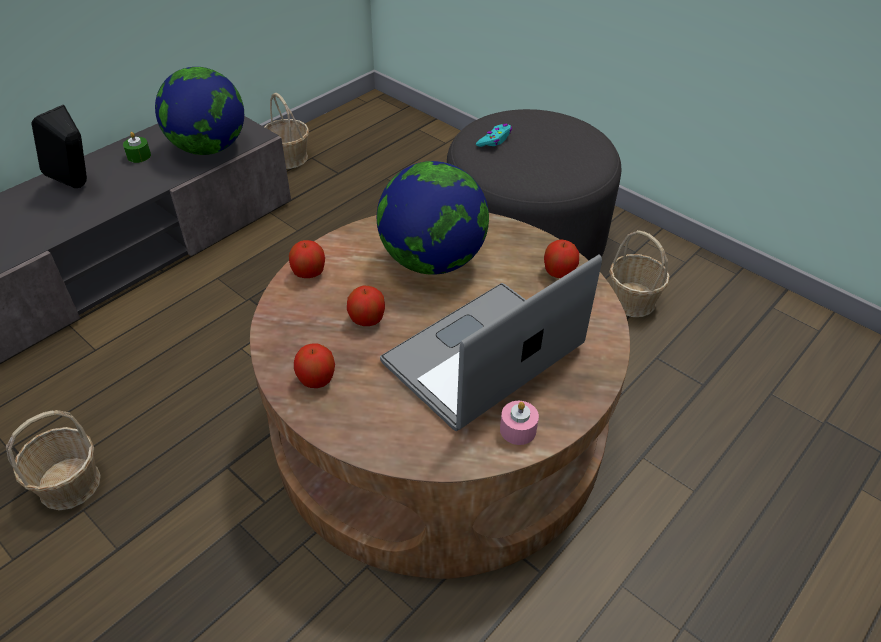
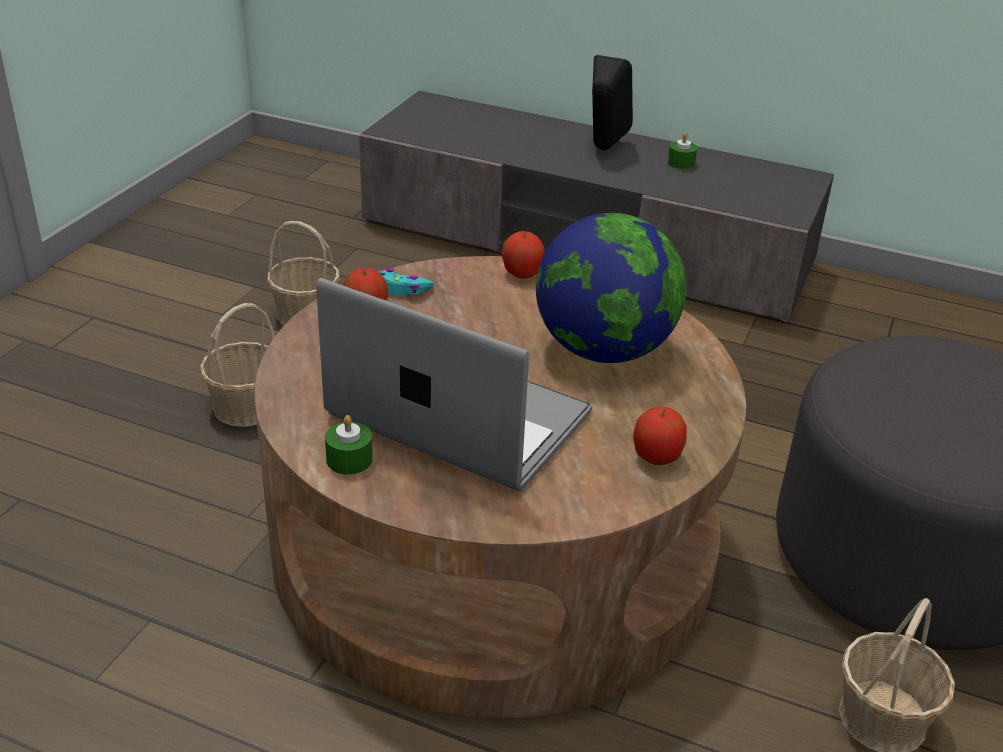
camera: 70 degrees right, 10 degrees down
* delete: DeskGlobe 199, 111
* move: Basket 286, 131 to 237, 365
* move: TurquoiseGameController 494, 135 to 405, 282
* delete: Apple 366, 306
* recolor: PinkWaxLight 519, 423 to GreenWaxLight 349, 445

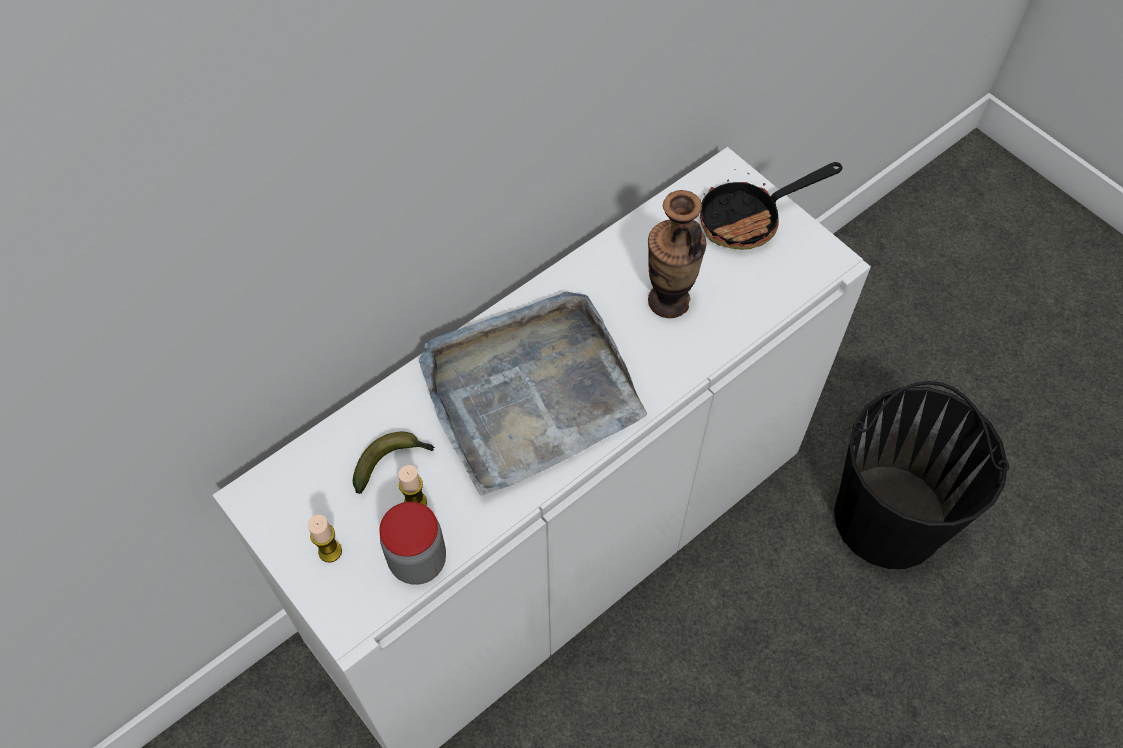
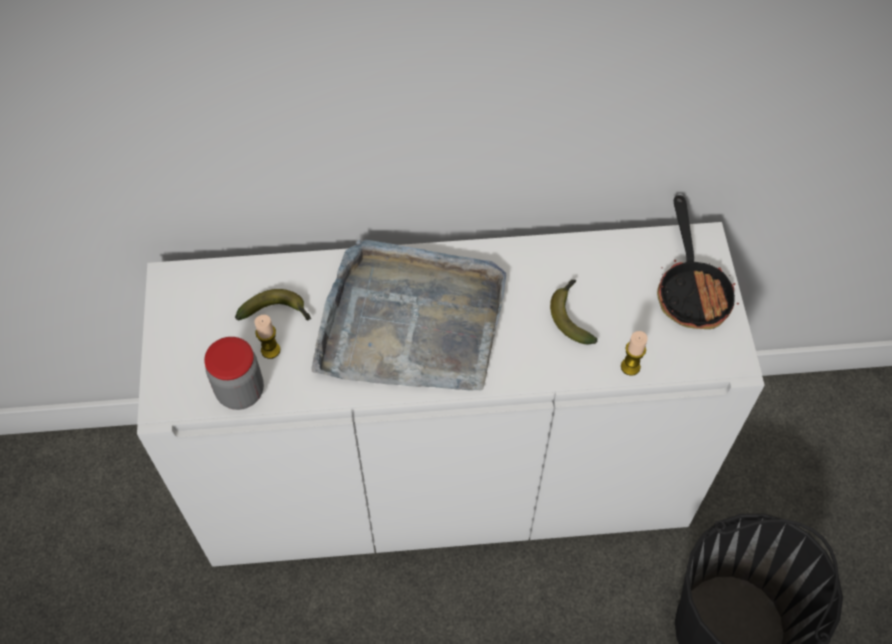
camera: 35 degrees right, 0 degrees up
* rotate: Skillet 771, 206 = 698, 262 105 degrees counterclockwise
* replace: FlowerVase 677, 254 to Banana 574, 312
* move: WaxLight 325, 538 to 634, 353

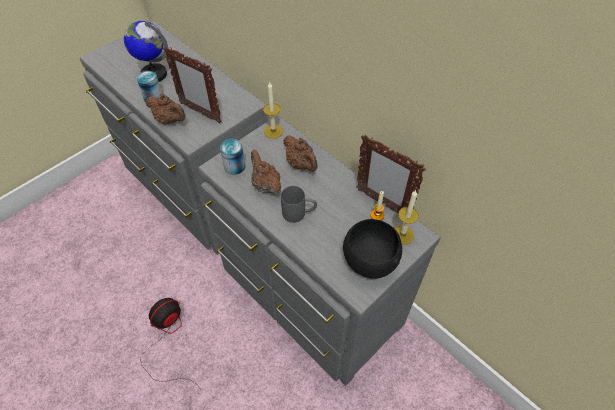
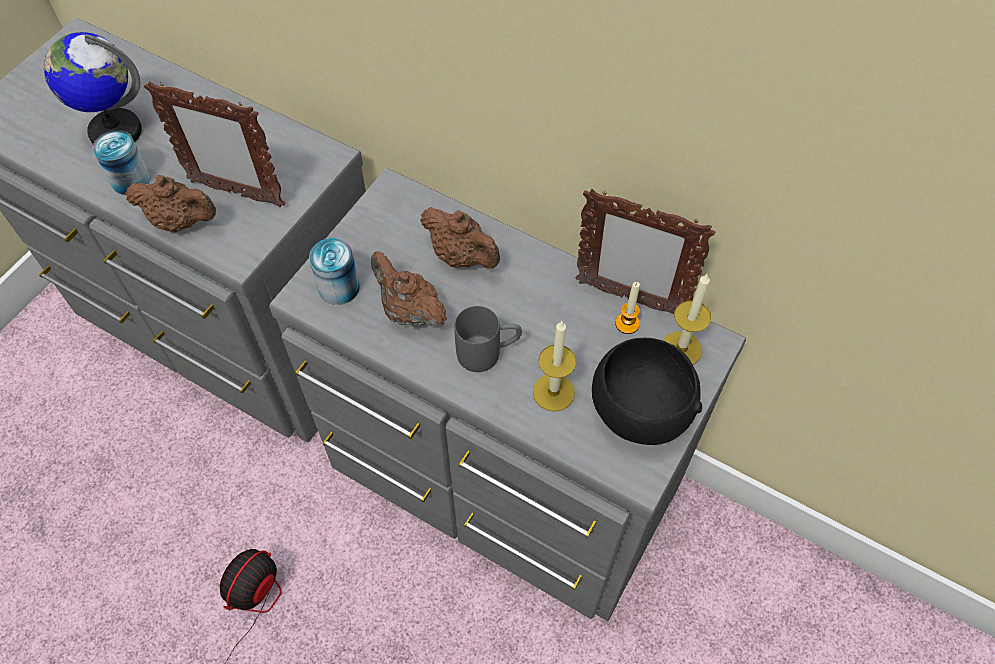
camera: 15 degrees left, 5 degrees up
* move: WaxLight 273, 110 to 554, 366

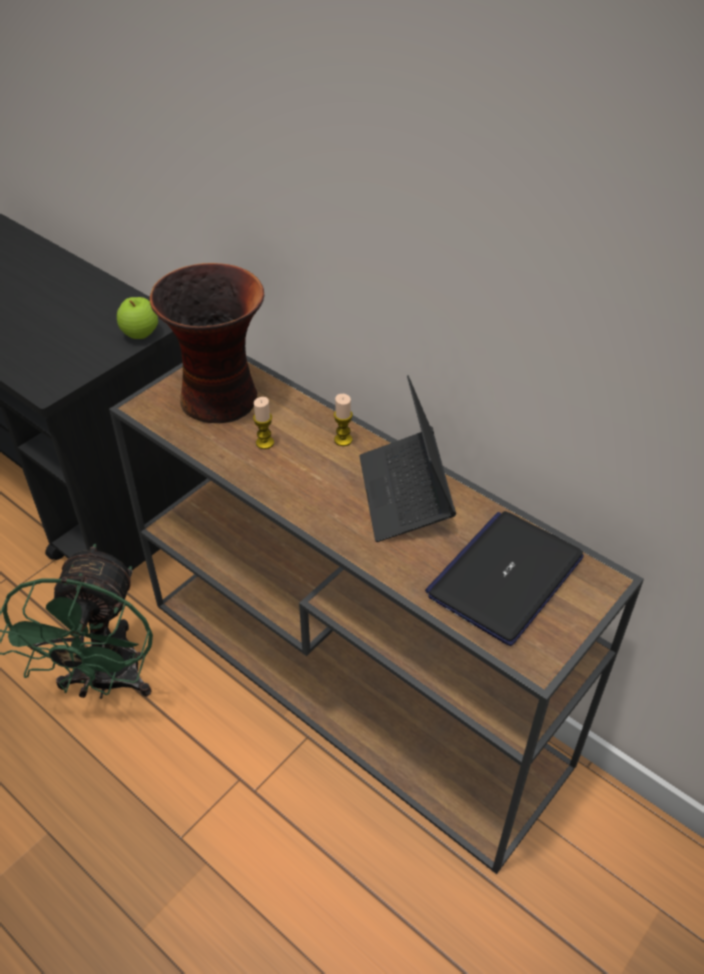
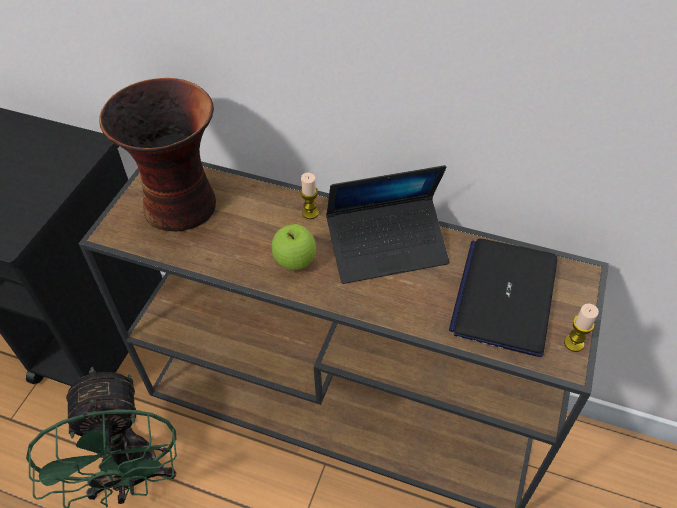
camera: 20 degrees left, 5 degrees up
* move: Apple 137, 318 to 294, 247
* rotate: PortableComputer 407, 458 = 387, 224 75 degrees counterclockwise
* move: WaxLight 263, 423 to 581, 328

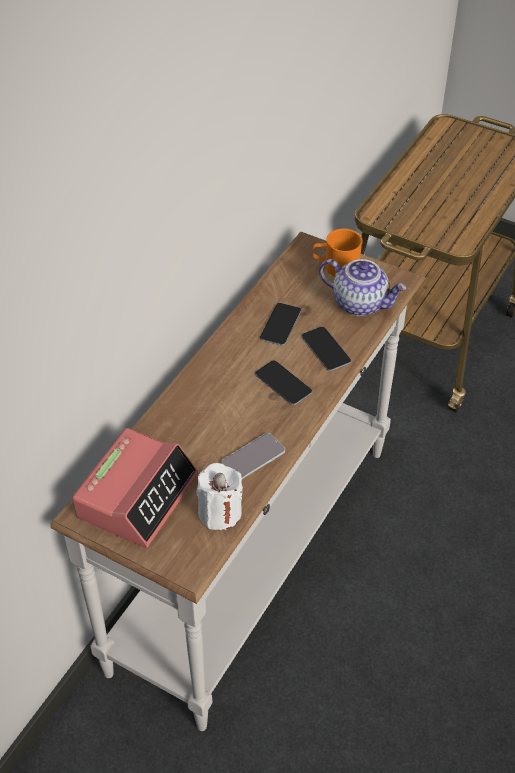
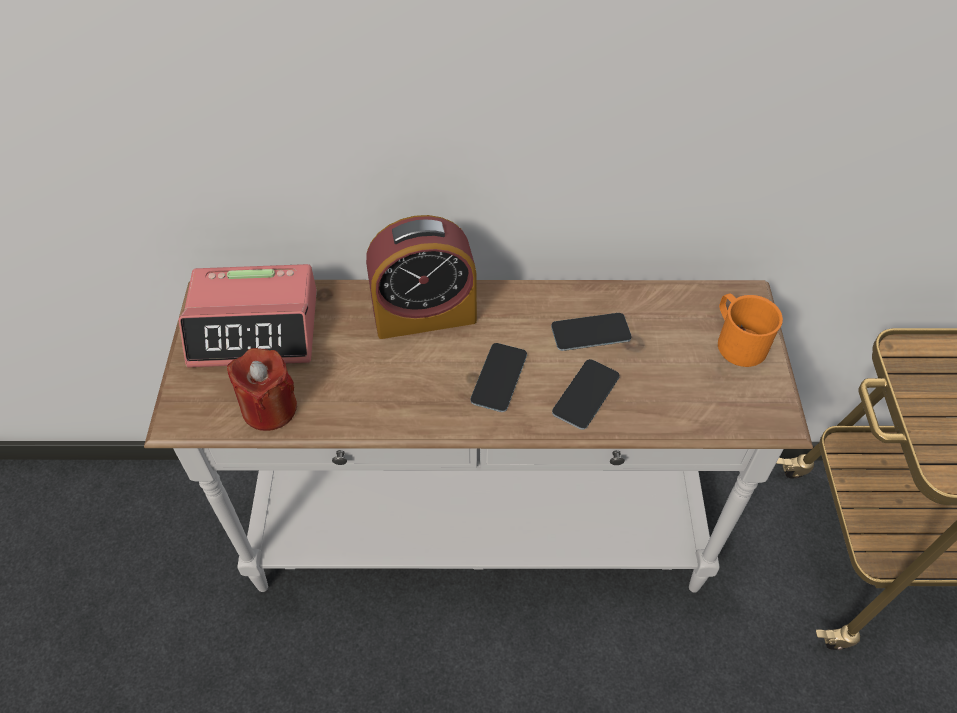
camera: 60 degrees right, 5 degrees up
* delete: TeaPot 363, 287
* delete: Telephone 253, 456
* recolor: WhiteColouredWaxLight 219, 496 to RedWaxLight 262, 389
* insert: AlarmClock 421, 277

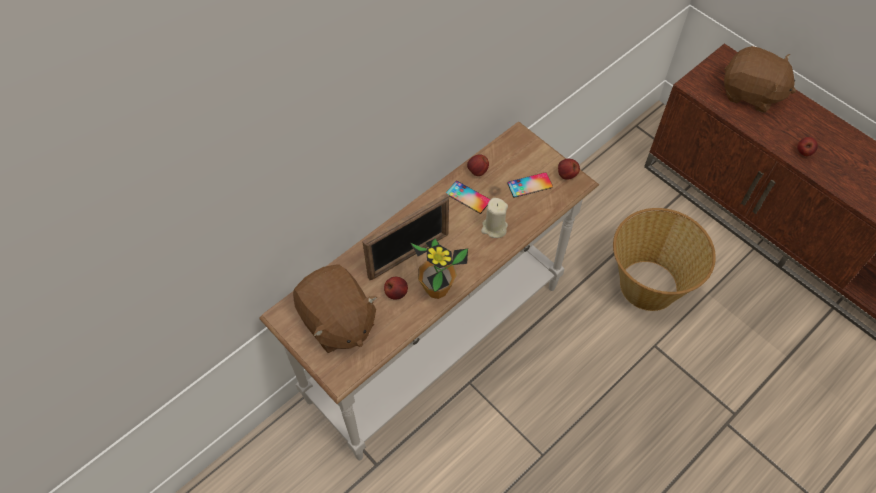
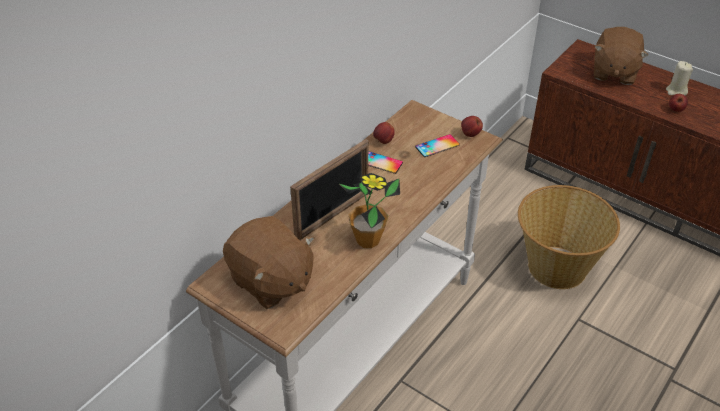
camera: 10 degrees left, 15 degrees down
* rotate: BrownColouredPlushToy 760, 79 = 621, 56 90 degrees clockwise
* move: BeigeColouredWaxLight 494, 218 to 679, 78
* delete: Apple 396, 288

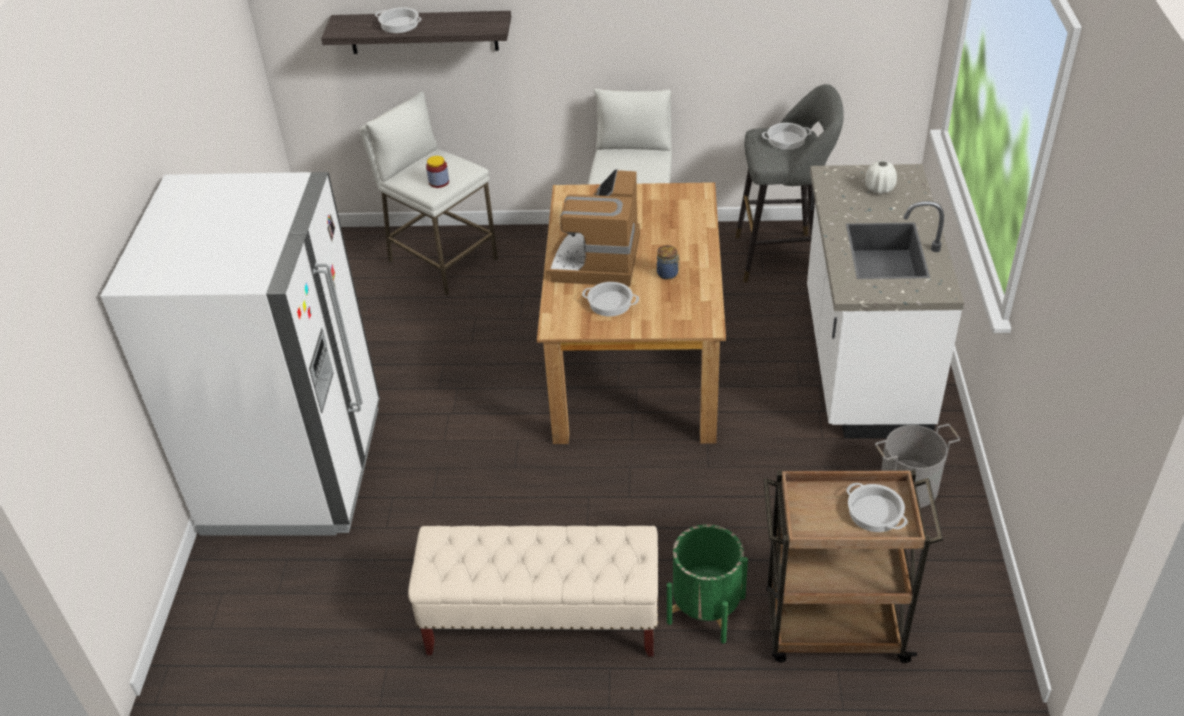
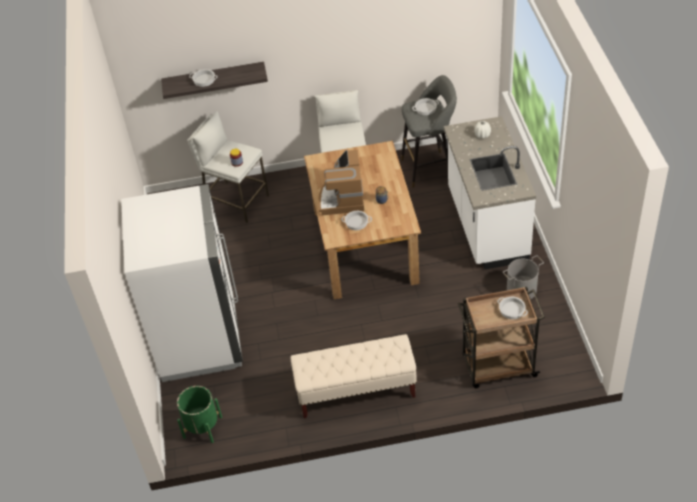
camera: 10 degrees left, 5 degrees up
* move: GreenFlowerPot 707, 584 to 199, 414

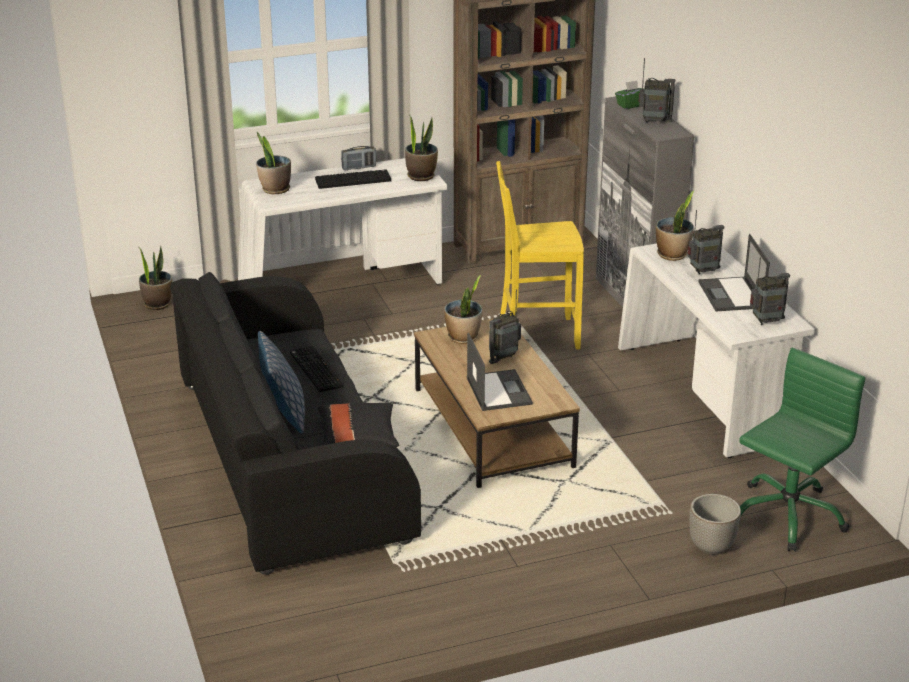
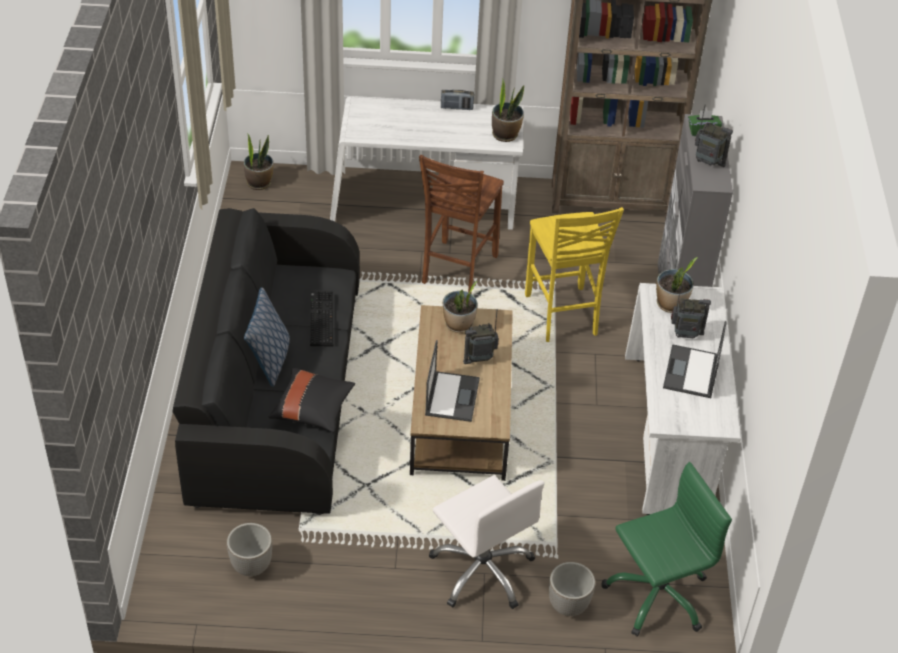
camera: 20 degrees right, 15 degrees up
* delete: Houseplant 273, 163
* rotate: YellowPlainChair 540, 255 = 574, 274 120 degrees counterclockwise
* delete: Keyboard 353, 179
* delete: RadioReceiver 770, 291
* insert: BrownColouredPlainChair 461, 224
* insert: WhiteColouredComputerChair 487, 542
* insert: FlowerPot 249, 549

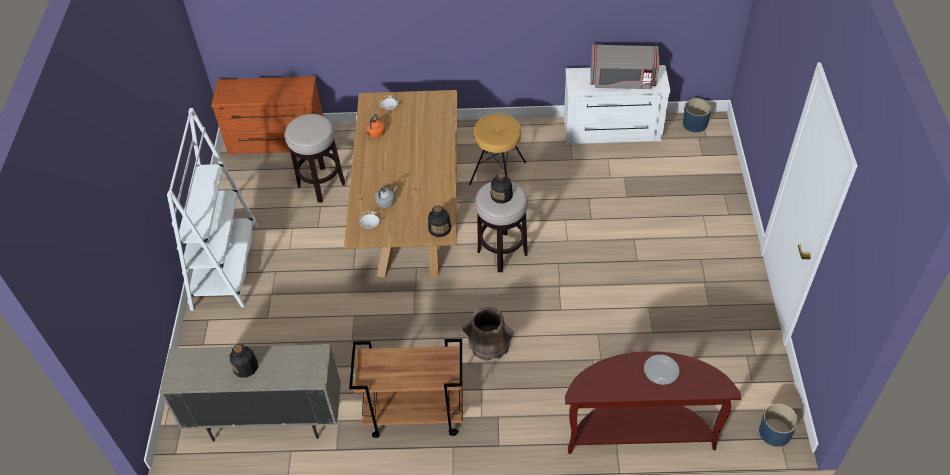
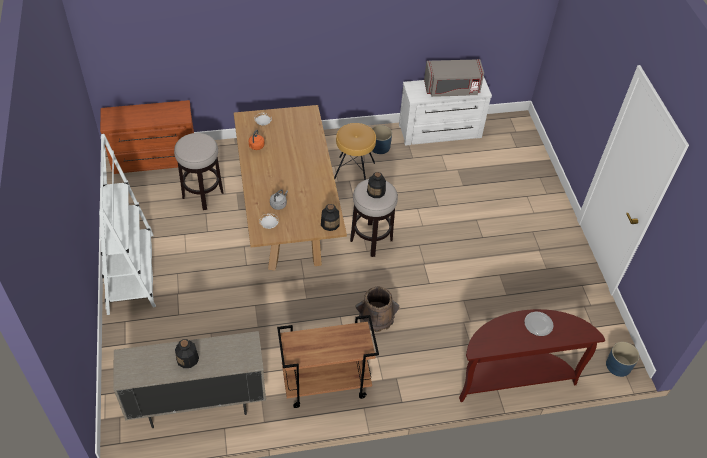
camera: 15 degrees left, 0 degrees up
* move: BluishFlowerPot 697, 115 to 382, 139

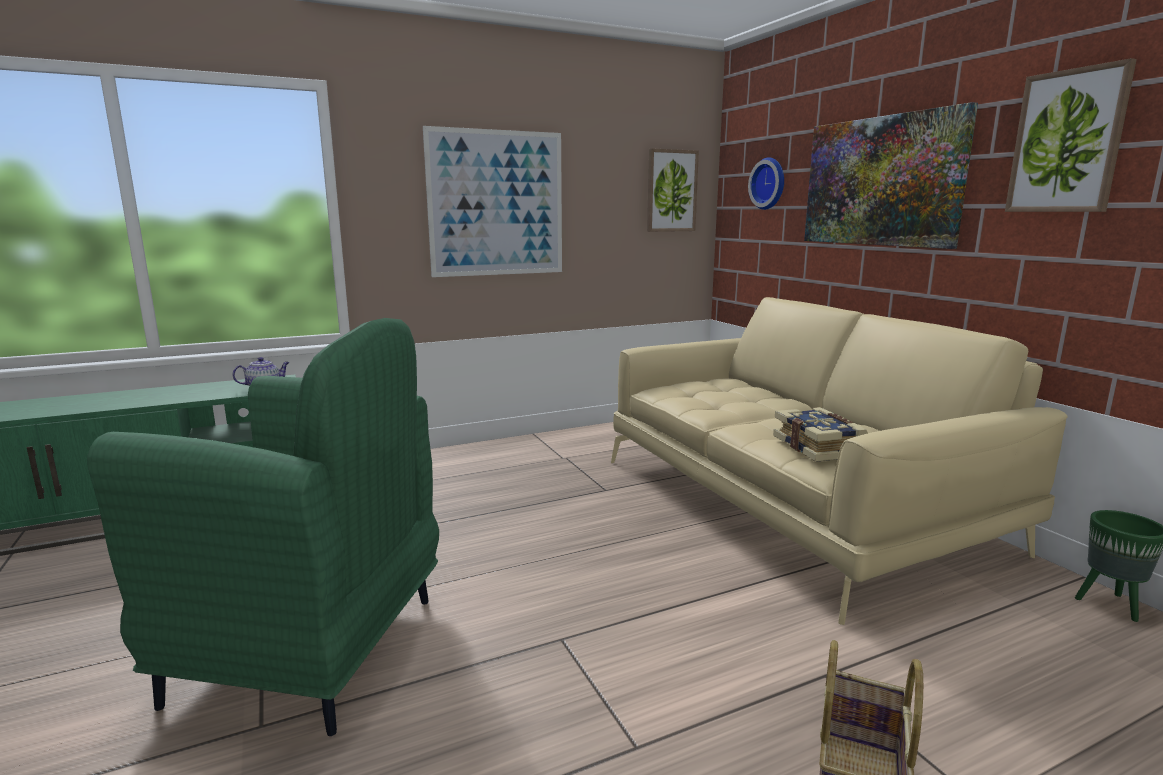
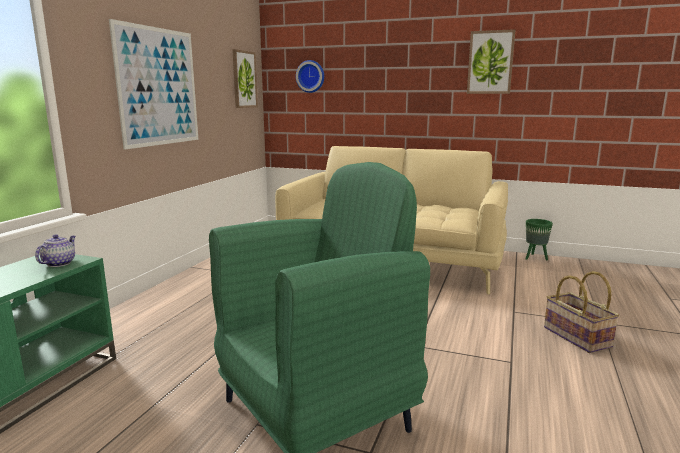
camera: 45 degrees left, 0 degrees up
* delete: WallPicture 891, 175
* delete: BoundBook 820, 434

